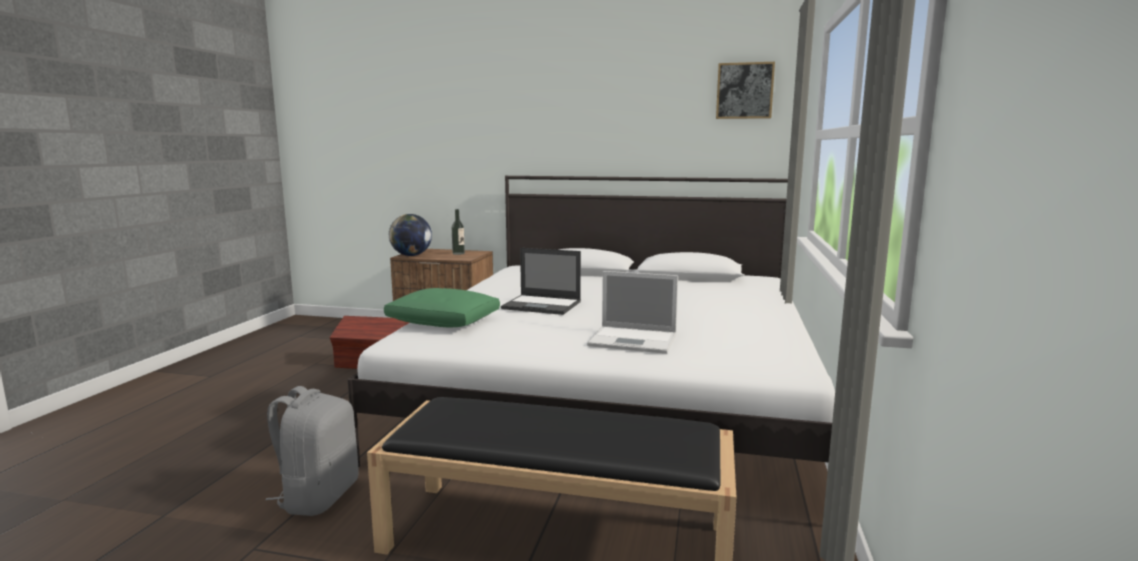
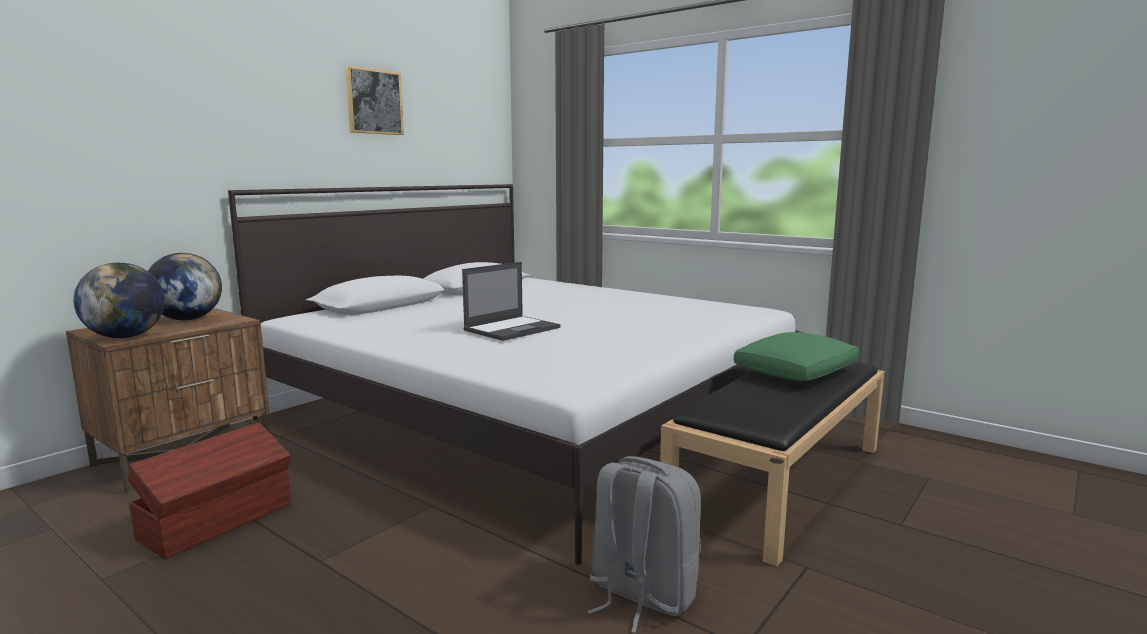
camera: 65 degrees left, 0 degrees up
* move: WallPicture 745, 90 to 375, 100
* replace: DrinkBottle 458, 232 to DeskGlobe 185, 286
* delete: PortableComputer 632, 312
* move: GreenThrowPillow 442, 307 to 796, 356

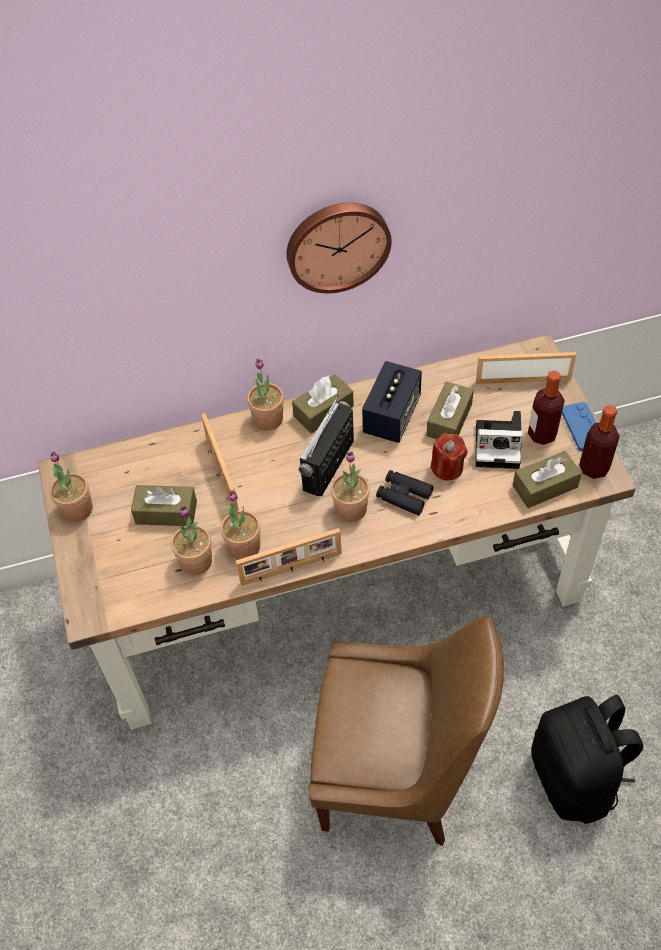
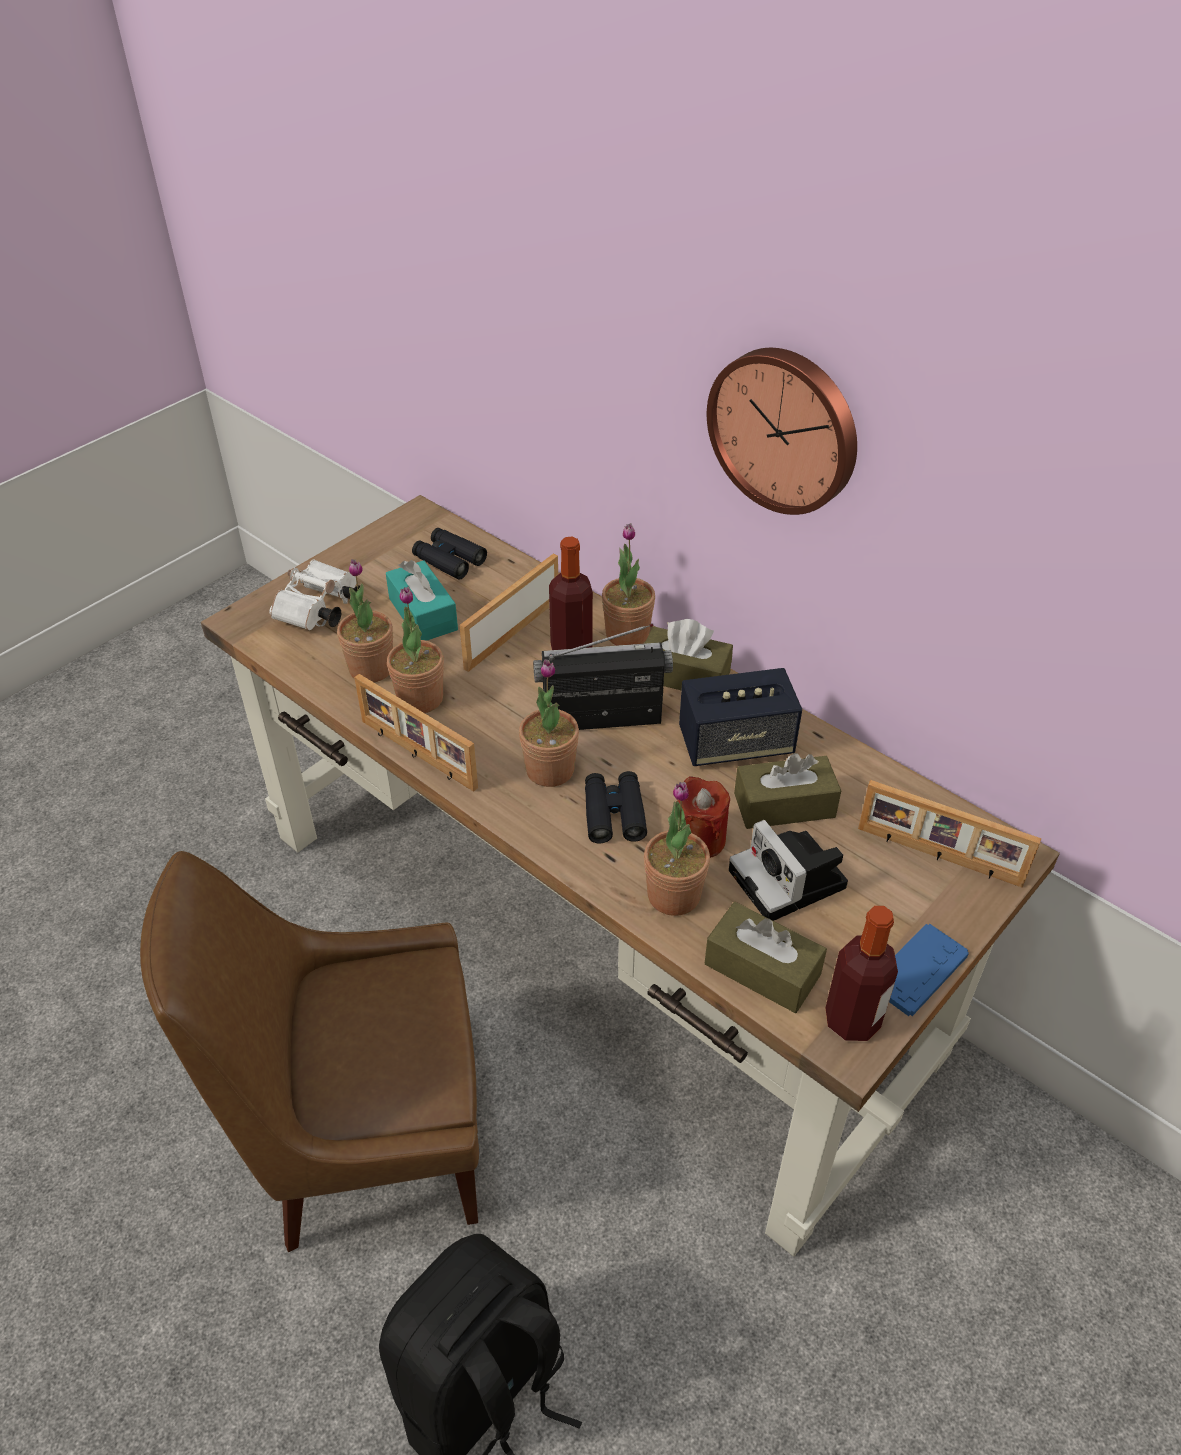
camera: 55 degrees right, 10 degrees down
* rotate: PictureFrame 526, 368 = 950, 833 150 degrees clockwise
* move: DrinkBottle 546, 407 to 571, 593
* move: Houseplant 71, 486 to 677, 849
* recolor: BrownColouredTissueHolder 164, 505 to TurquoiseTissueHolder 422, 600
* rotate: BrownColouredPlainChair 406, 731 = 309, 1051 105 degrees clockwise
* insert: BlackishFieldGlasses 449, 554
* insert: WhiteColouredFieldGlasses 314, 595

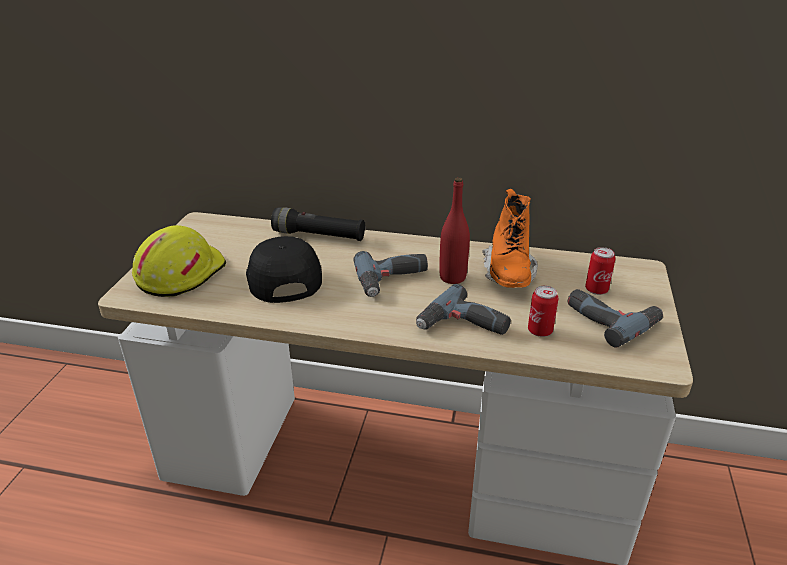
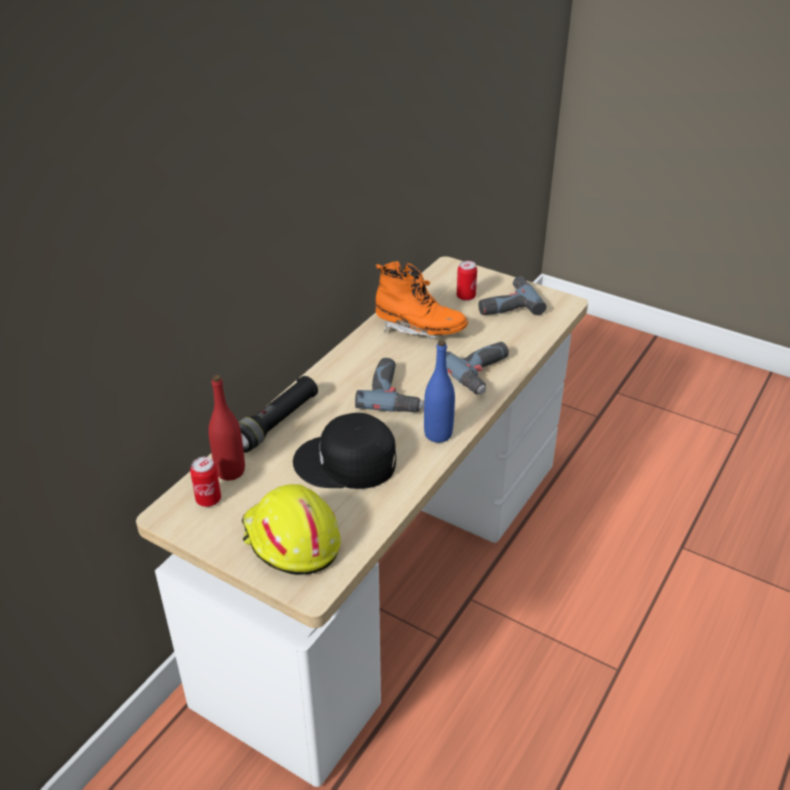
camera: 70 degrees left, 5 degrees up
* move: RedDrinkBottle 454, 230 to 226, 428
* move: Can 543, 311 to 205, 482
* insert: BluishDrinkBottle 439, 391

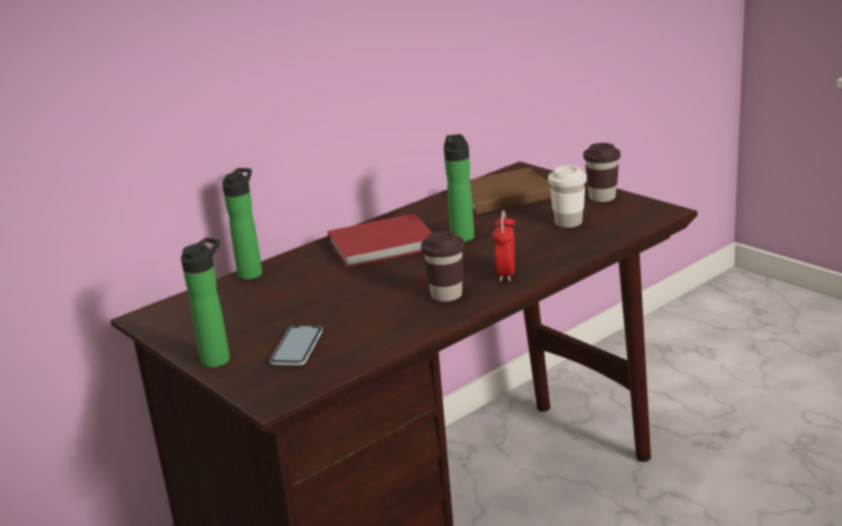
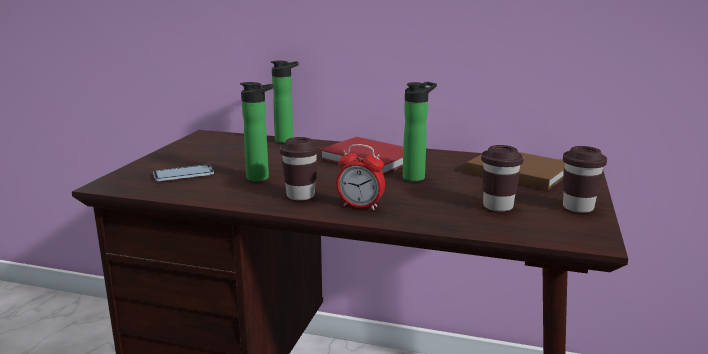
camera: 55 degrees right, 5 degrees down
* recolor: WhiteColouredCup 567, 196 to BrownColouredCup 502, 178
* rotate: AlarmClock 503, 246 = 360, 177 135 degrees counterclockwise
* move: DrinkBottle 205, 303 to 257, 131

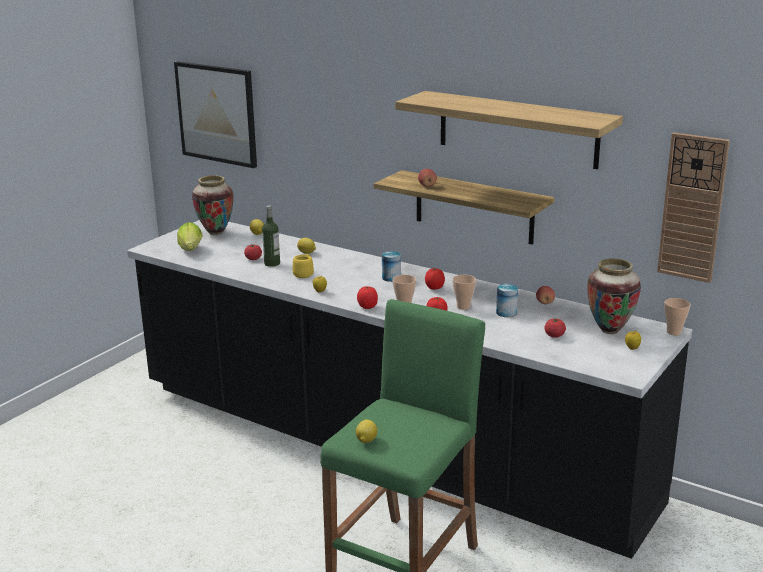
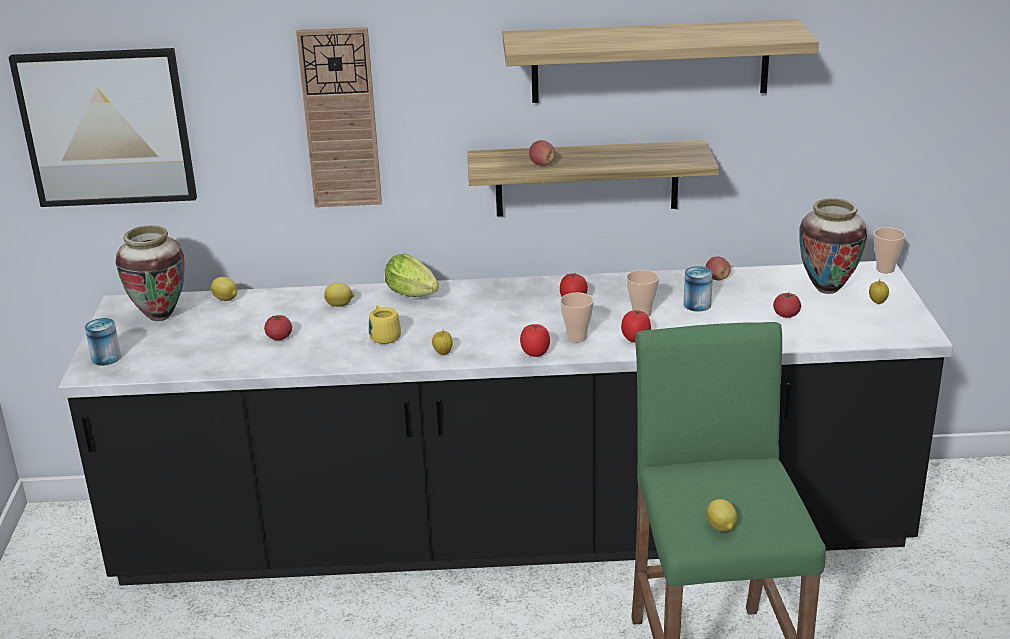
camera: 35 degrees left, 5 degrees up
* move: ClockOnTheWall 693, 207 to 339, 117
* delete: DrinkBottle 271, 236
* move: HeadOfLettuce 190, 236 to 412, 275
* move: Can 391, 266 to 103, 342

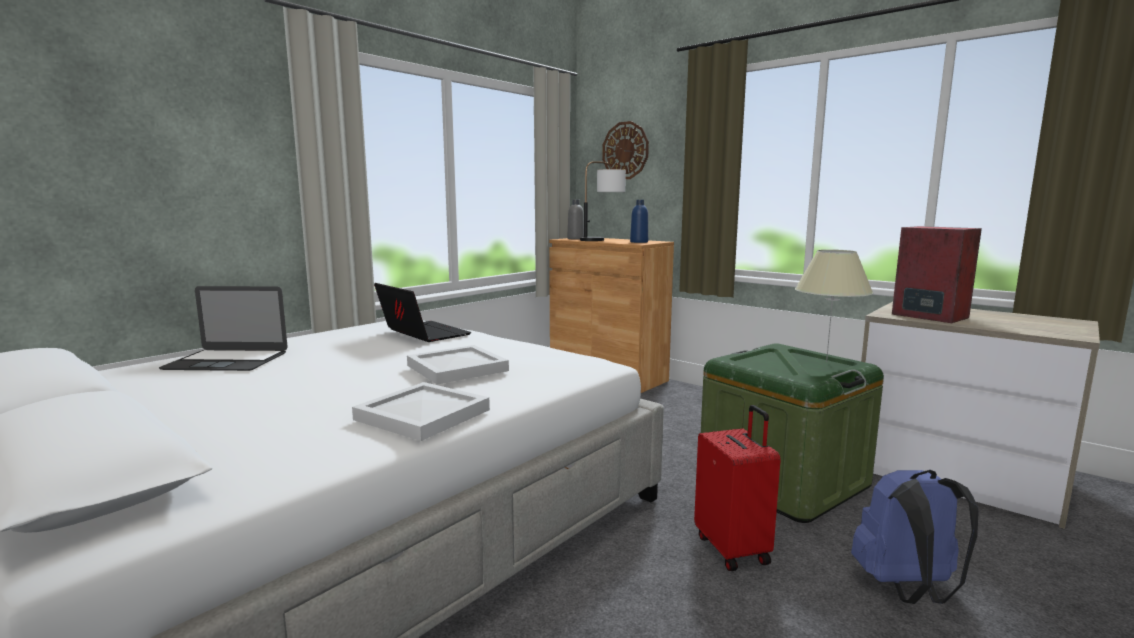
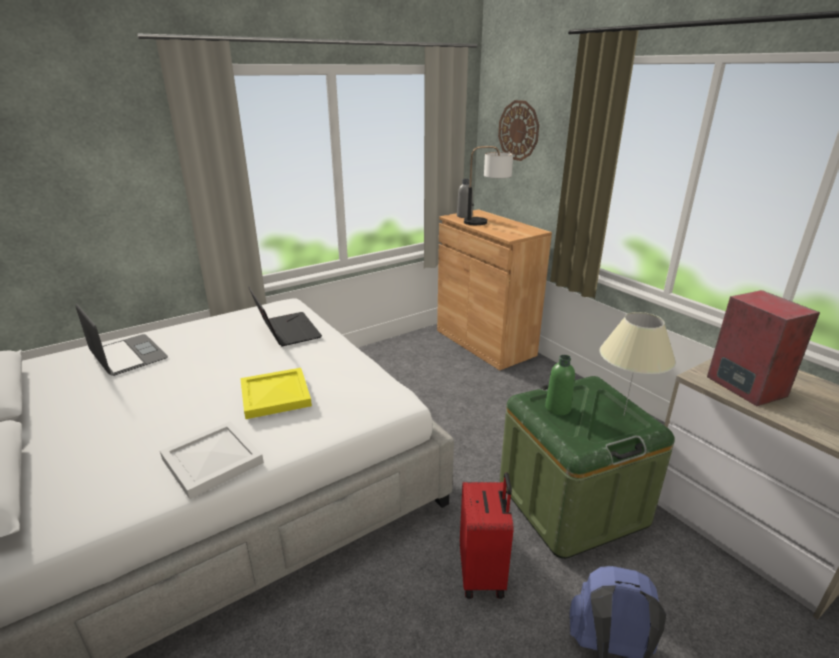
camera: 15 degrees right, 15 degrees up
* delete: BluishDrinkBottle 639, 221
* rotate: PortableComputer 223, 328 = 121, 340 150 degrees counterclockwise
* recolor: WhiteColouredTray 458, 365 to YellowTray 276, 393
* insert: GreenDrinkBottle 560, 385

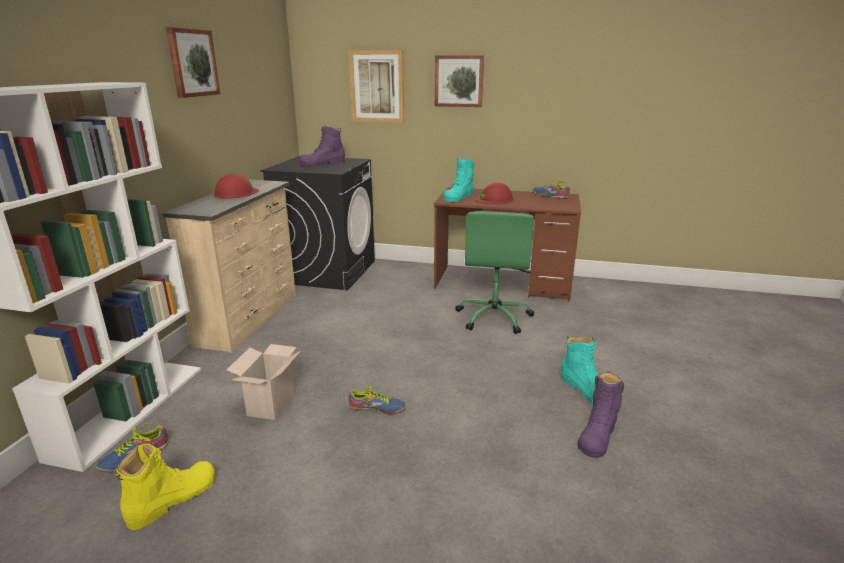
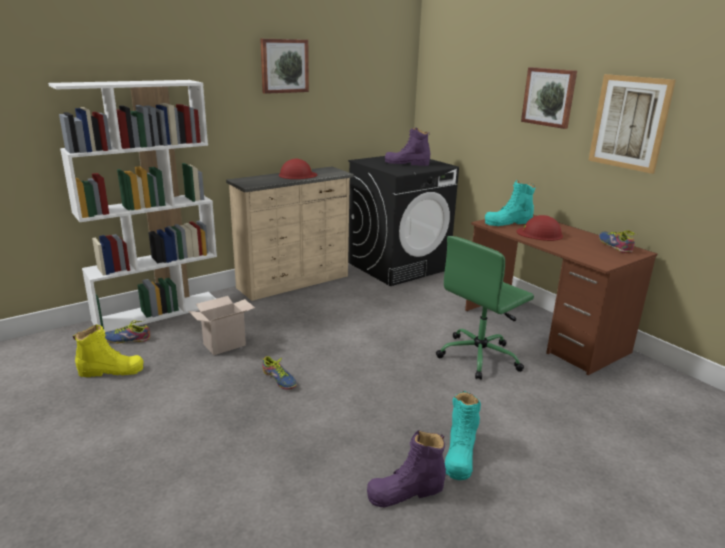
camera: 40 degrees right, 0 degrees up
* move: WallPicture 376, 86 to 632, 124

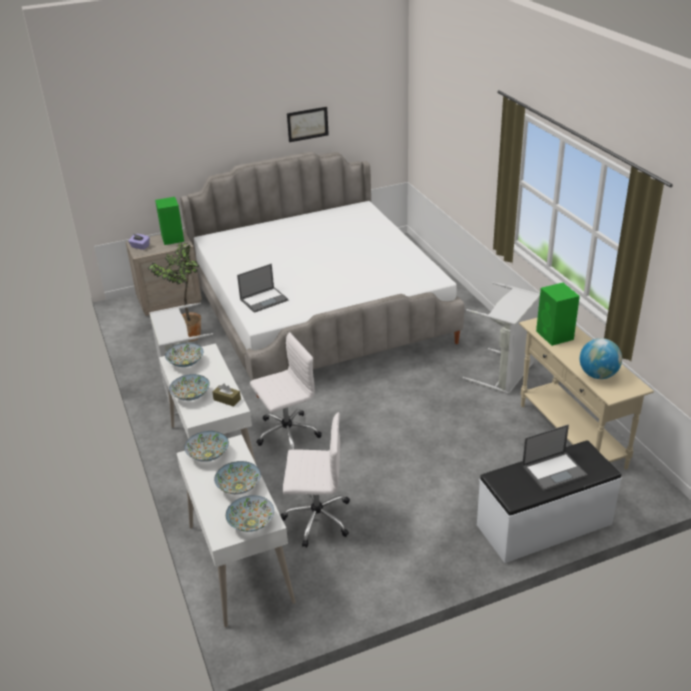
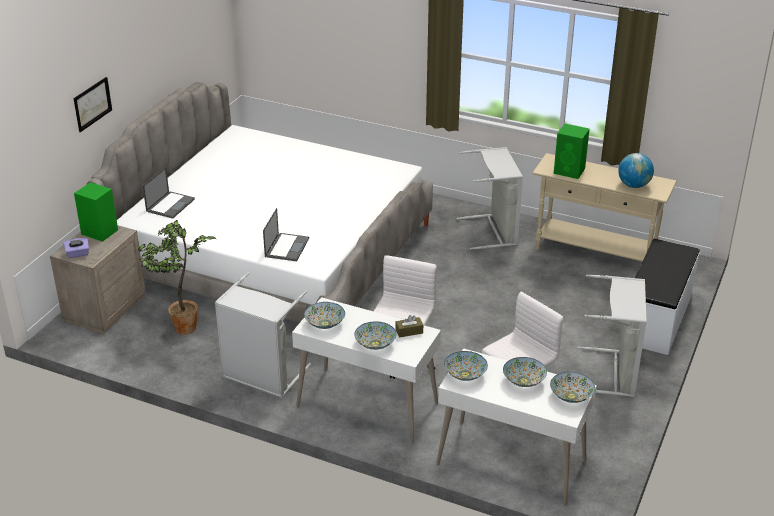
camera: 45 degrees left, 0 degrees up
* move: WallPicture 308, 124 to 93, 104
* move: PortableComputer 554, 457 to 169, 193
* insert: GrayLaundryBasket 612, 335

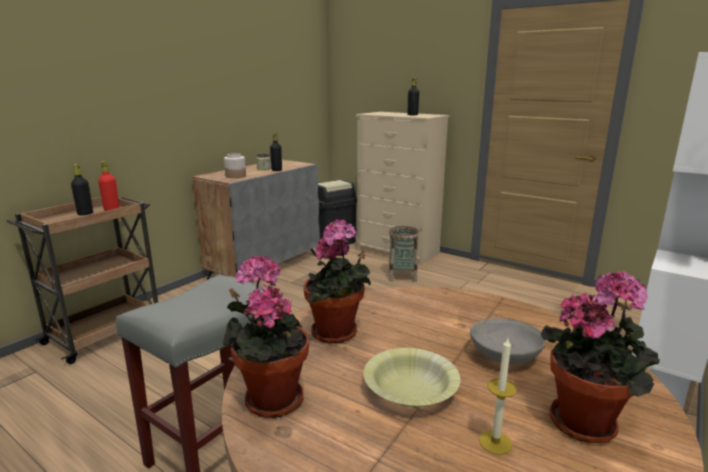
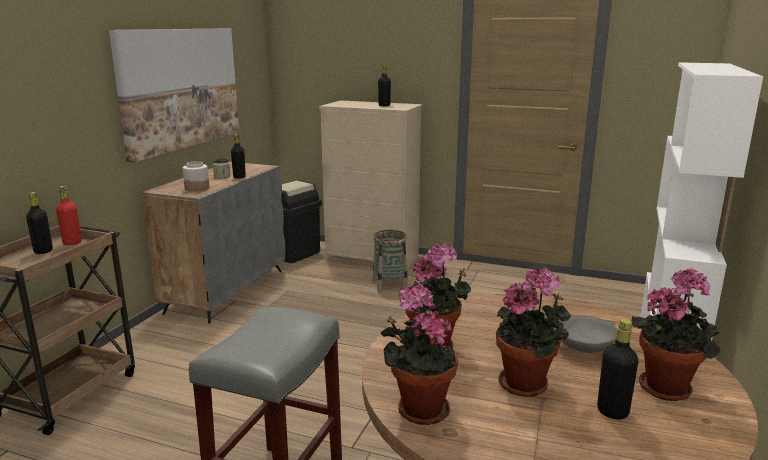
camera: 15 degrees left, 0 degrees up
* replace: WaxLight 498, 396 to BlackishDrinkBottle 618, 369
* replace: YellowDeepDish 412, 377 to Houseplant 533, 332
* insert: WallPicture 174, 95

